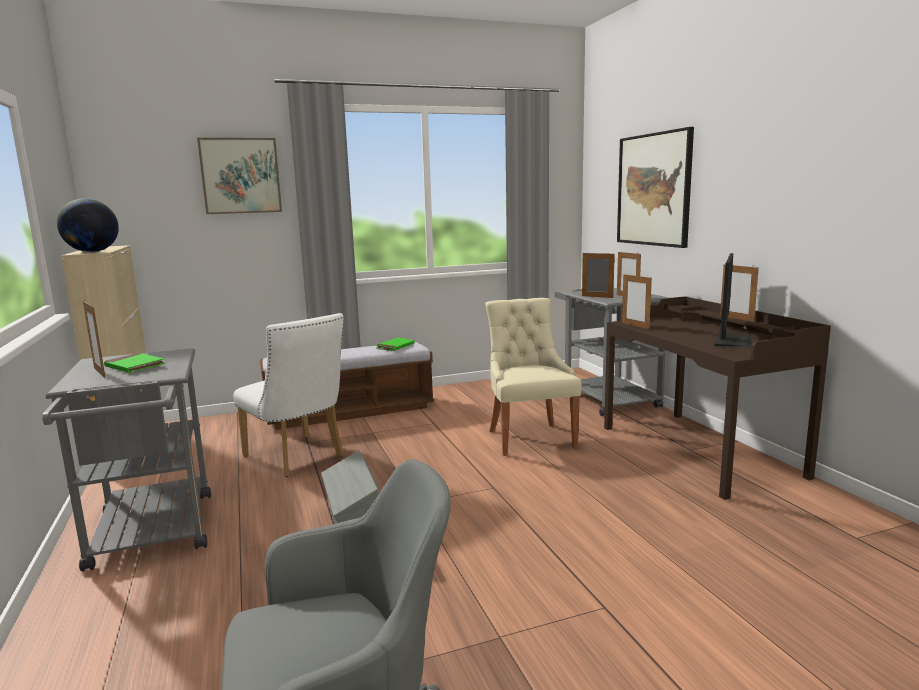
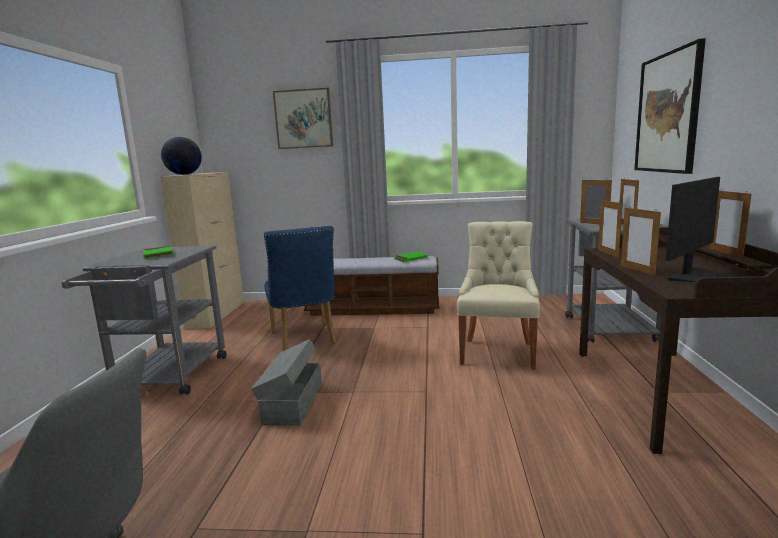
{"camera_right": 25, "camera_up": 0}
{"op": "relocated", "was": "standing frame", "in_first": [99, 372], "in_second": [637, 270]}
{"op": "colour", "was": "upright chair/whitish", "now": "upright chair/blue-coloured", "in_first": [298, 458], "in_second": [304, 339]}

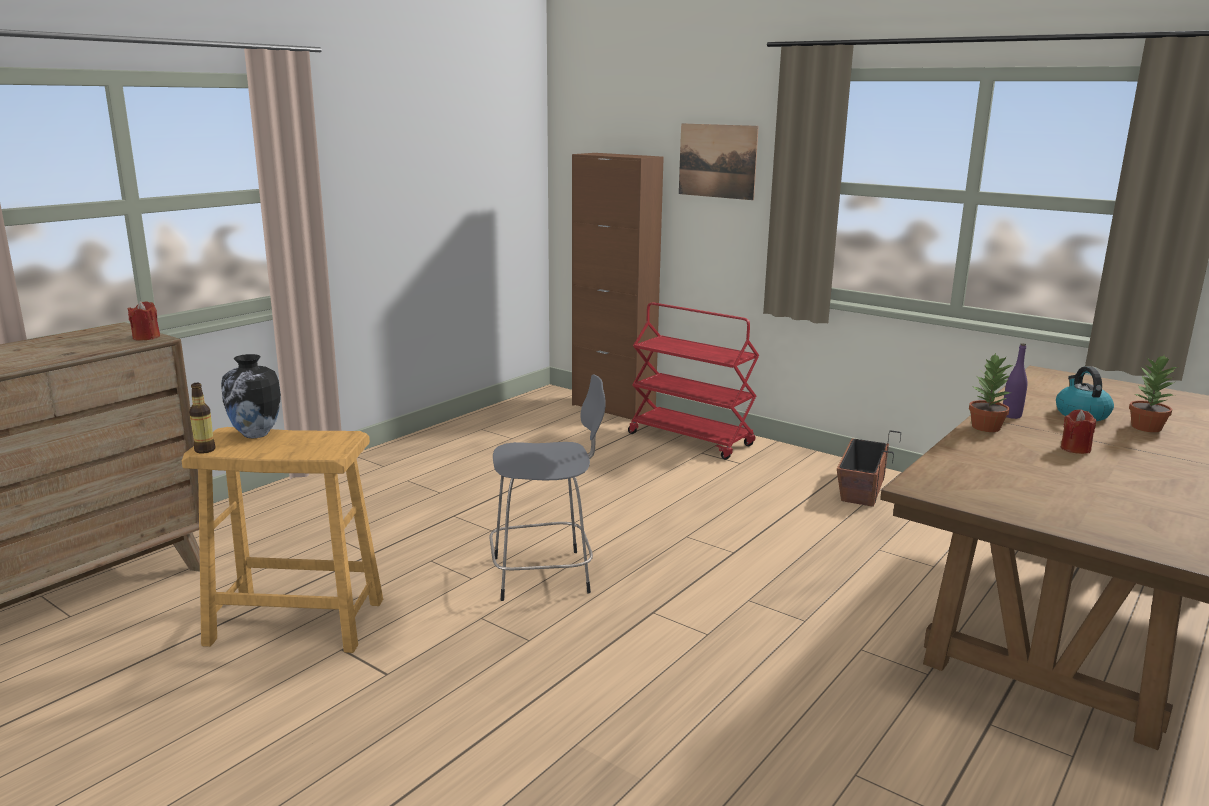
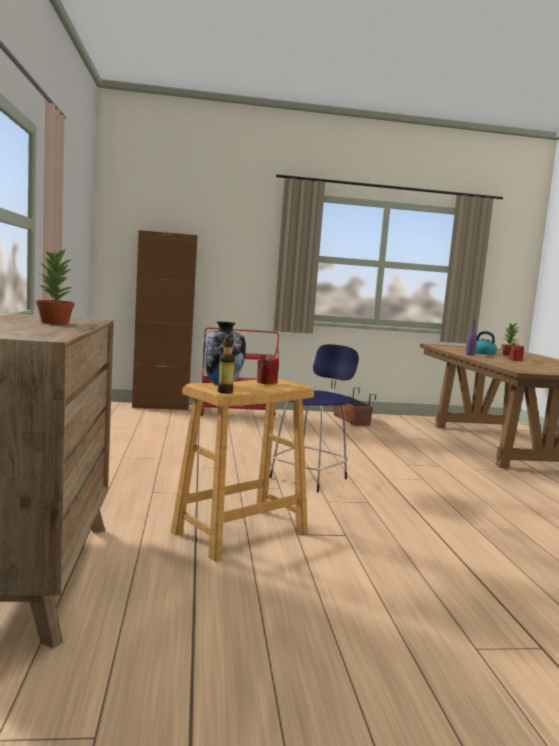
{"camera_right": -45, "camera_up": -10}
{"op": "relocated", "was": "candle/red-coloured", "in_first": [146, 337], "in_second": [266, 382]}
{"op": "colour", "was": "stool/greyish", "now": "stool/blue-coloured", "in_first": [545, 574], "in_second": [310, 477]}
{"op": "missing", "was": "wall art", "in_first": [717, 161]}
{"op": "relocated", "was": "potted plant", "in_first": [985, 427], "in_second": [54, 323]}

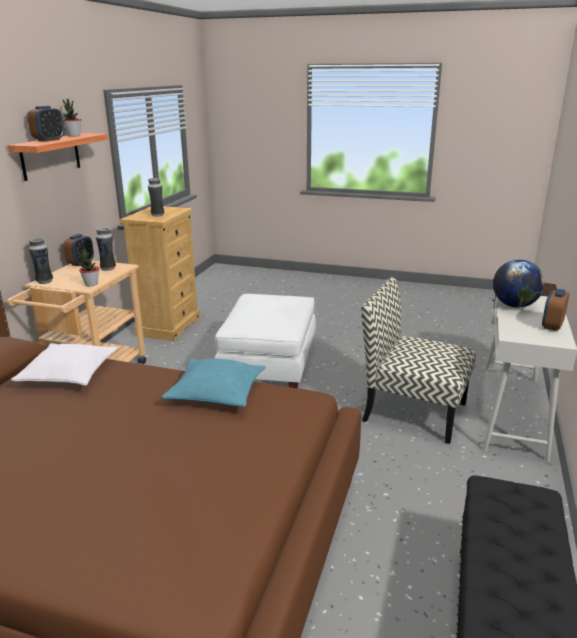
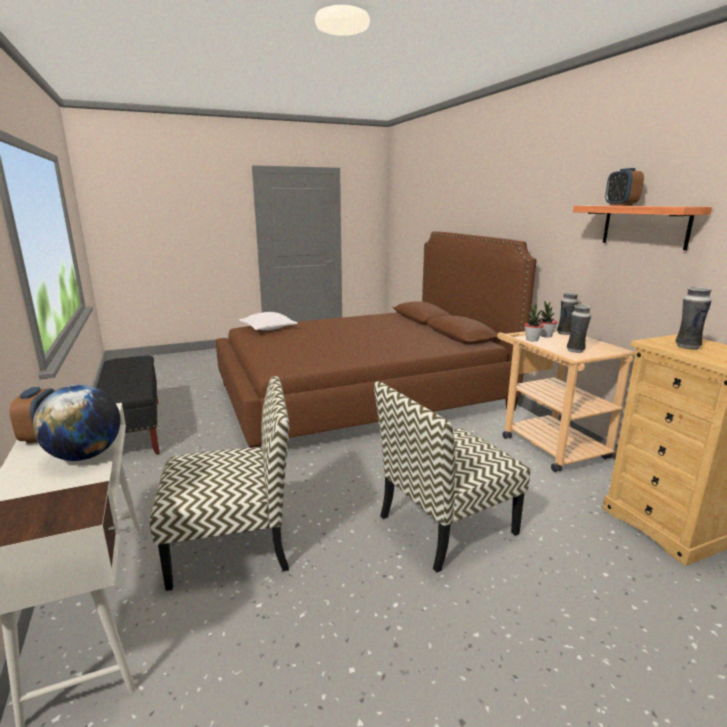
{"camera_right": 140, "camera_up": -5}
{"op": "relocated", "was": "throw pillow/whitish", "in_first": [69, 373], "in_second": [268, 328]}
{"op": "relocated", "was": "potted plant", "in_first": [74, 135], "in_second": [545, 336]}
{"op": "missing", "was": "bedside clock", "in_first": [81, 263]}
{"op": "missing", "was": "throw pillow/turquoise-coloured", "in_first": [216, 392]}
{"op": "exchanged", "was": "pouffe/whitish", "now": "upright chair", "in_first": [270, 368], "in_second": [446, 526]}

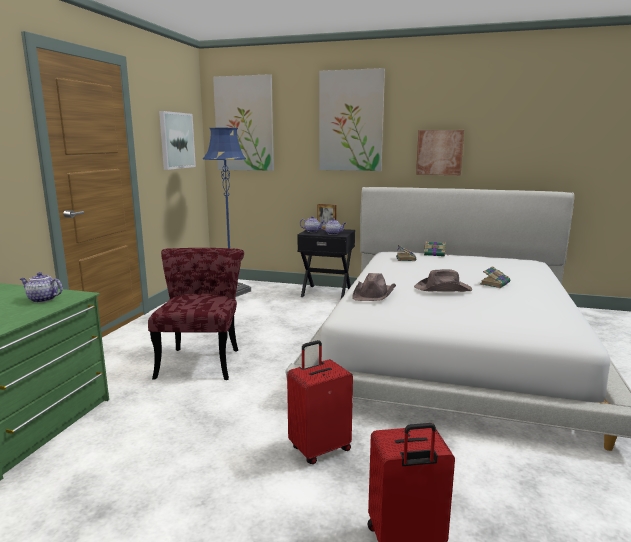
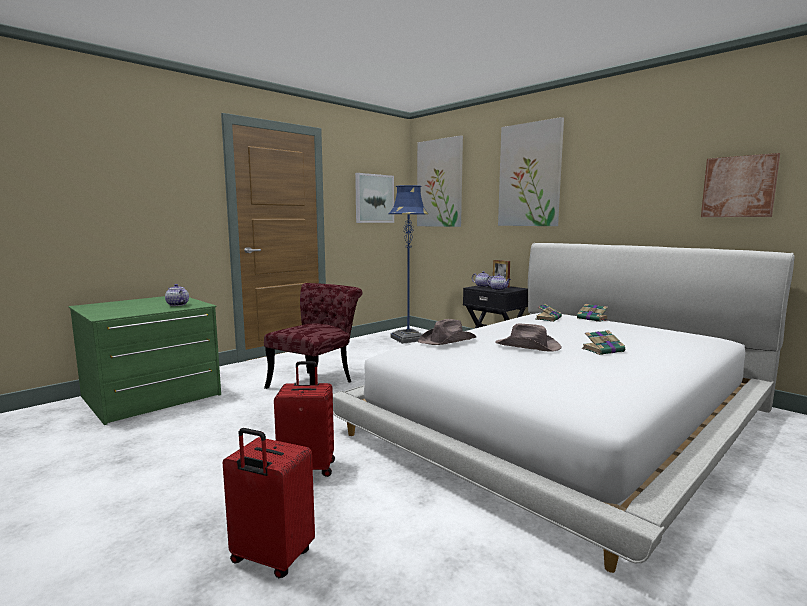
{"camera_right": 30, "camera_up": -5}
{"op": "relocated", "was": "wall art", "in_first": [439, 152], "in_second": [739, 187]}

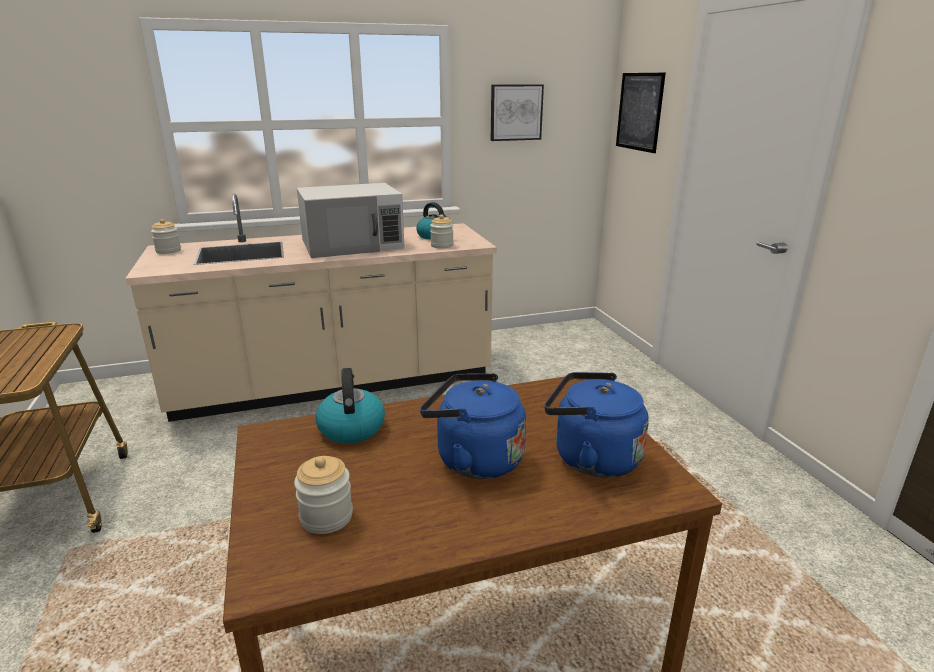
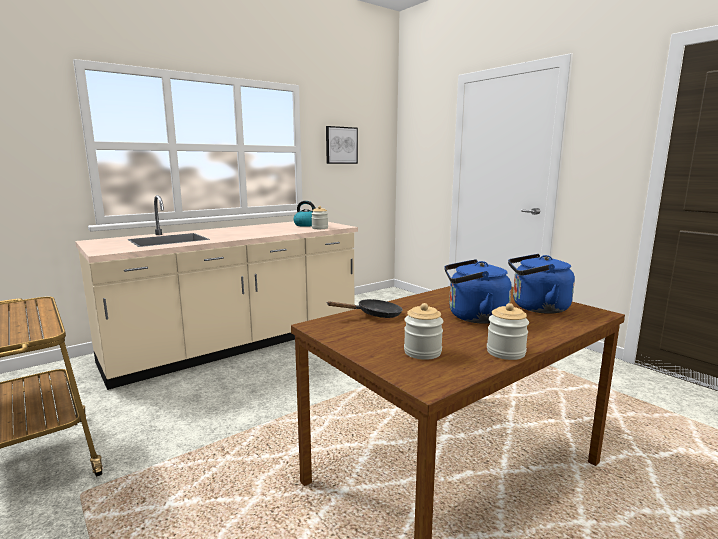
{"camera_right": -20, "camera_up": -10}
{"op": "relocated", "was": "preserve jar", "in_first": [168, 251], "in_second": [505, 352]}
{"op": "missing", "was": "microwave/whitish", "in_first": [353, 244]}
{"op": "exchanged", "was": "kettle", "now": "skillet/blackish", "in_first": [351, 428], "in_second": [374, 315]}
{"op": "missing", "was": "wall art", "in_first": [639, 112]}

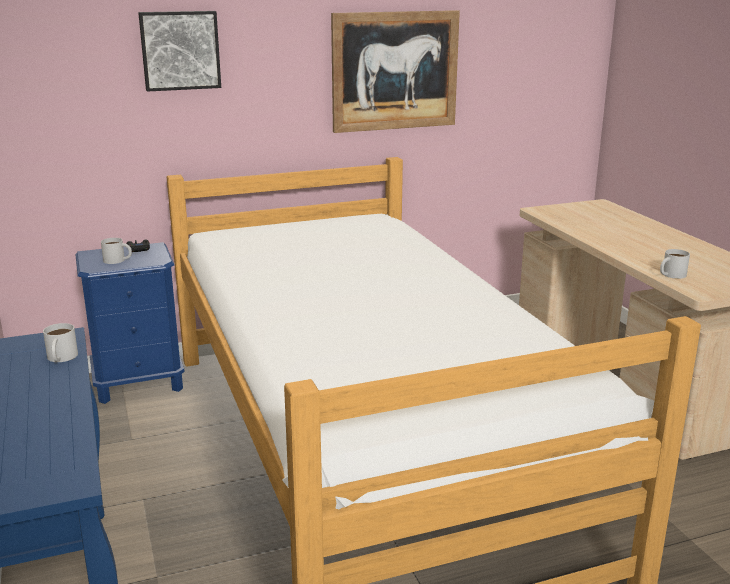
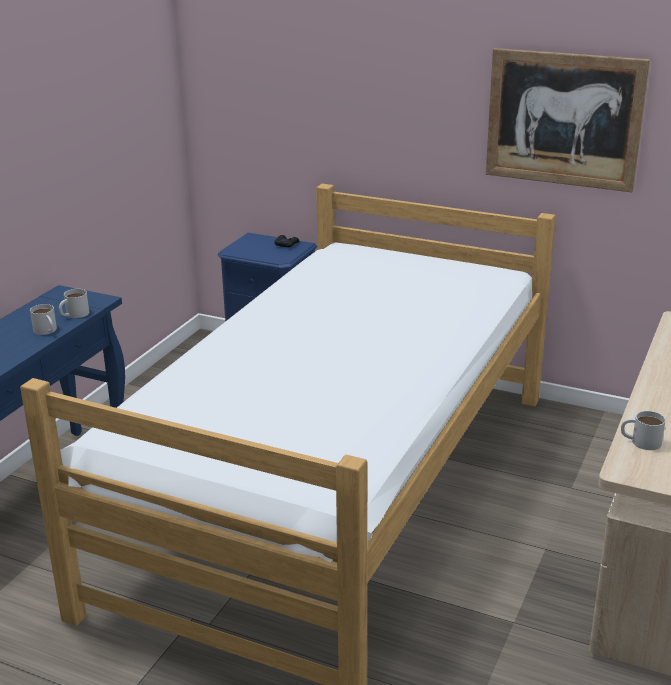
{"camera_right": 45, "camera_up": 5}
{"op": "relocated", "was": "tea mug/whitish", "in_first": [118, 260], "in_second": [47, 331]}
{"op": "missing", "was": "wall art", "in_first": [180, 50]}

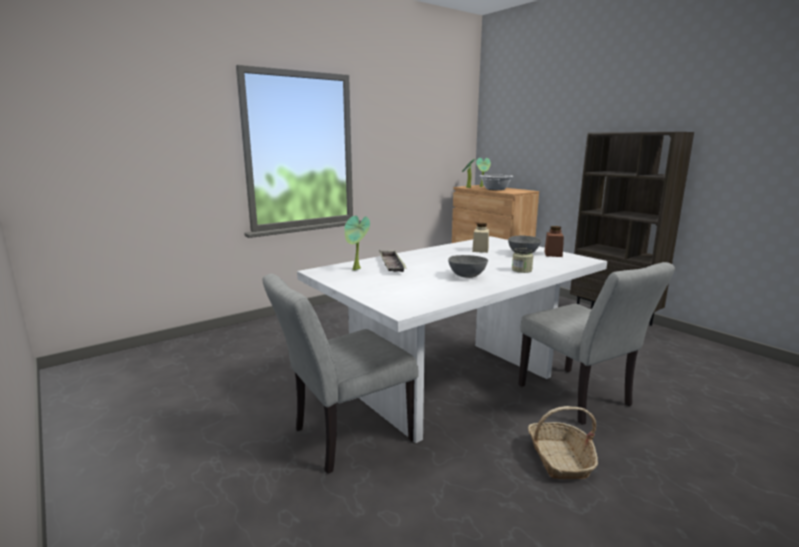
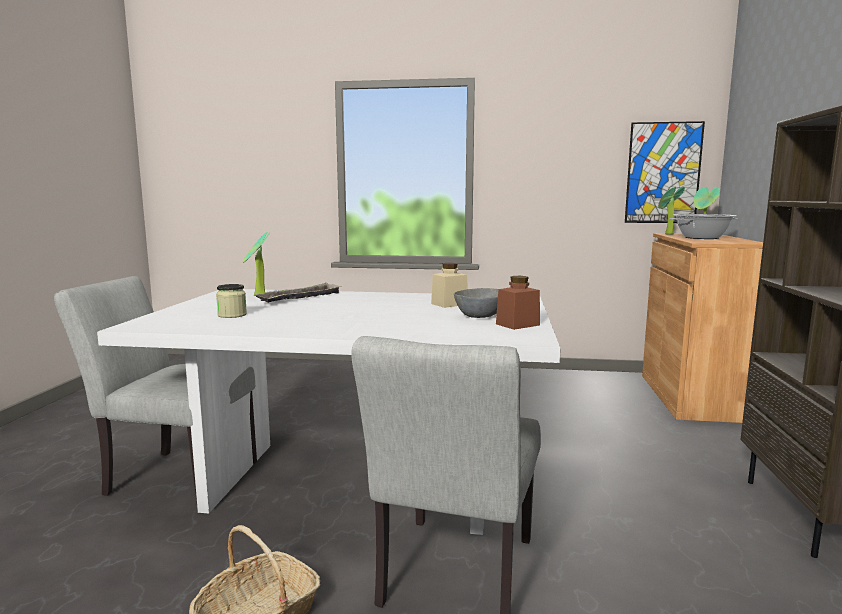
{"camera_right": 45, "camera_up": -5}
{"op": "missing", "was": "serving bowl/greyish", "in_first": [467, 276]}
{"op": "relocated", "was": "preserve jar", "in_first": [521, 270], "in_second": [232, 315]}
{"op": "appeared", "now": "wall art", "in_second": [663, 173]}

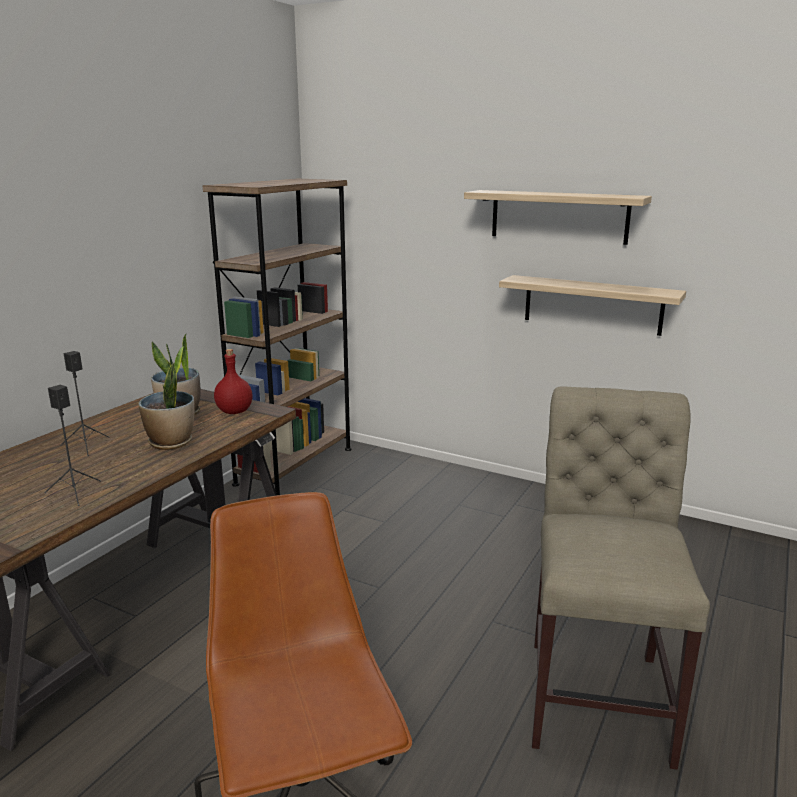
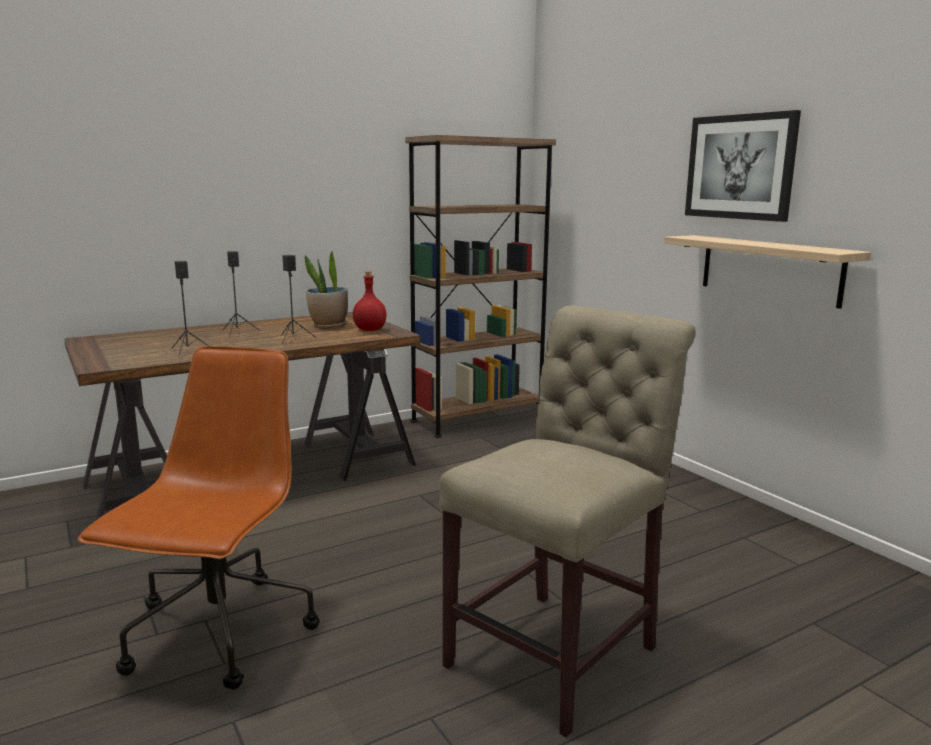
{"camera_right": 30, "camera_up": -5}
{"op": "exchanged", "was": "potted plant", "now": "loudspeaker/blackish", "in_first": [171, 442], "in_second": [293, 338]}
{"op": "exchanged", "was": "shelf", "now": "wall art", "in_first": [558, 216], "in_second": [740, 167]}

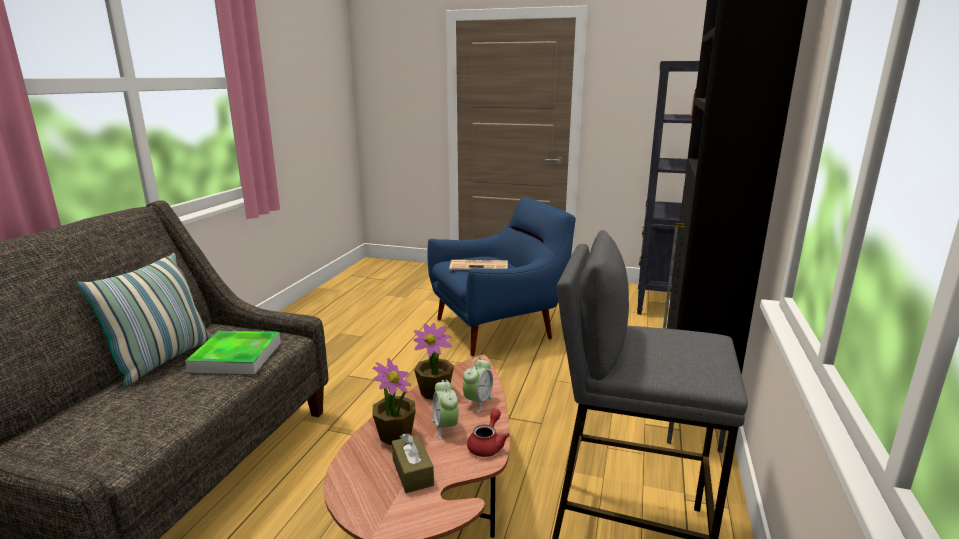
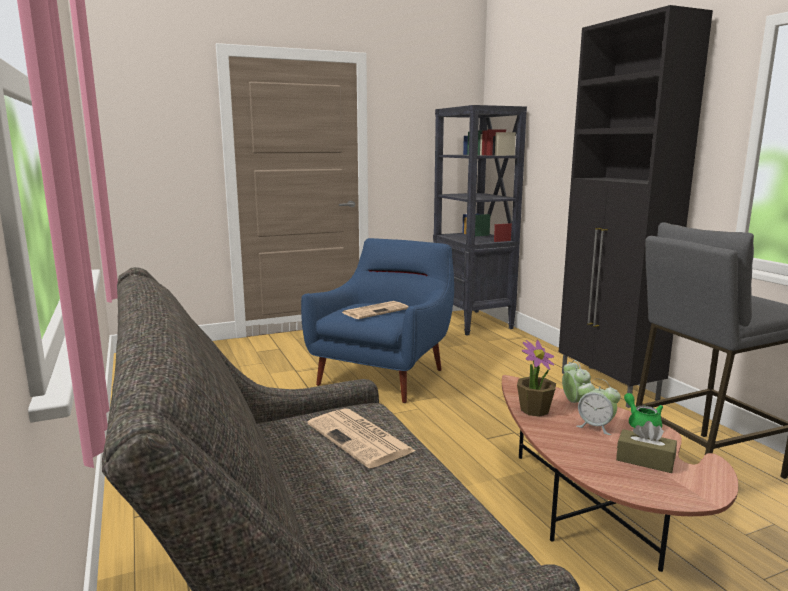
{"camera_right": -40, "camera_up": -5}
{"op": "missing", "was": "throw pillow", "in_first": [163, 360]}
{"op": "exchanged", "was": "tray", "now": "printed paper", "in_first": [236, 357], "in_second": [361, 438]}
{"op": "missing", "was": "potted plant", "in_first": [395, 435]}
{"op": "colour", "was": "pot for tea/red-coloured", "now": "pot for tea/green", "in_first": [487, 445], "in_second": [642, 424]}

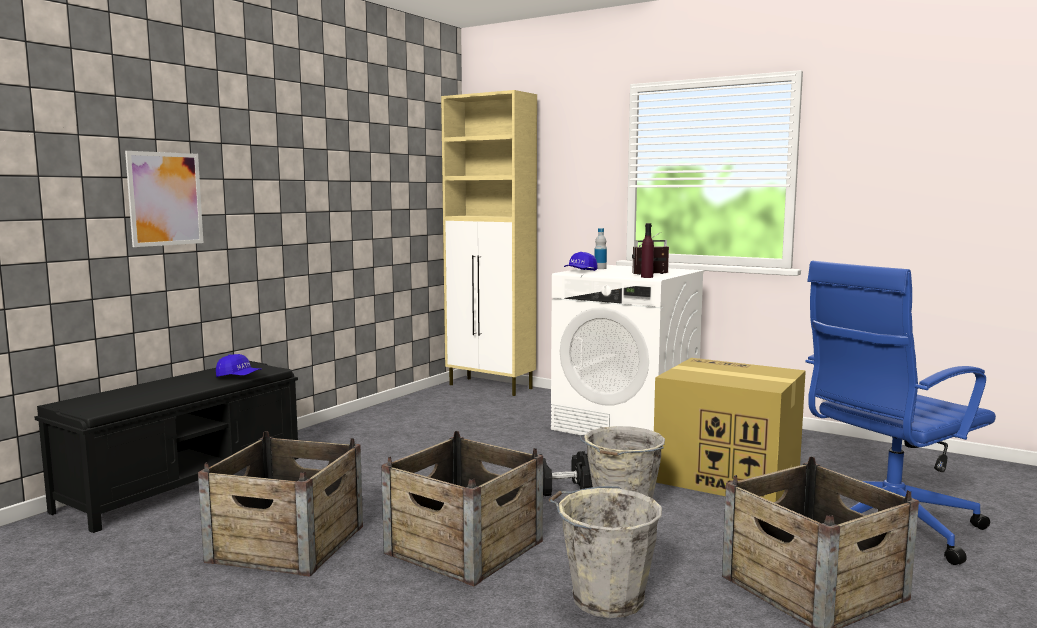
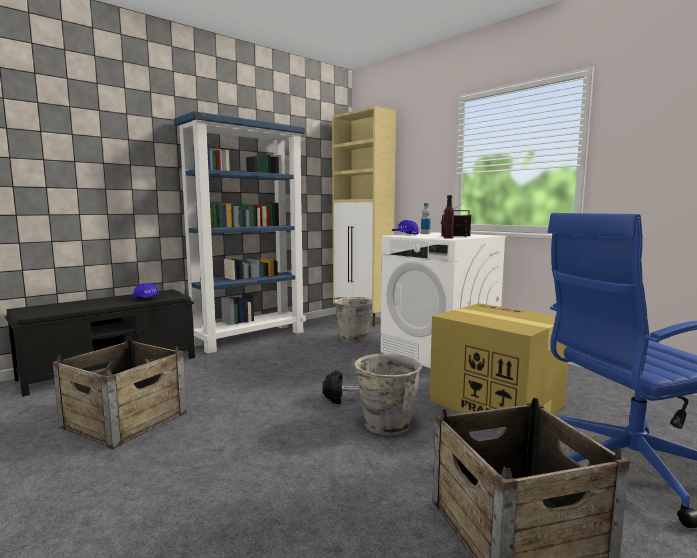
{"camera_right": 15, "camera_up": 0}
{"op": "missing", "was": "wall art", "in_first": [165, 199]}
{"op": "missing", "was": "crate", "in_first": [465, 547]}
{"op": "relocated", "was": "pail/greyish", "in_first": [605, 598], "in_second": [352, 338]}
{"op": "appeared", "now": "bookshelf/blue-coloured", "in_second": [250, 338]}

